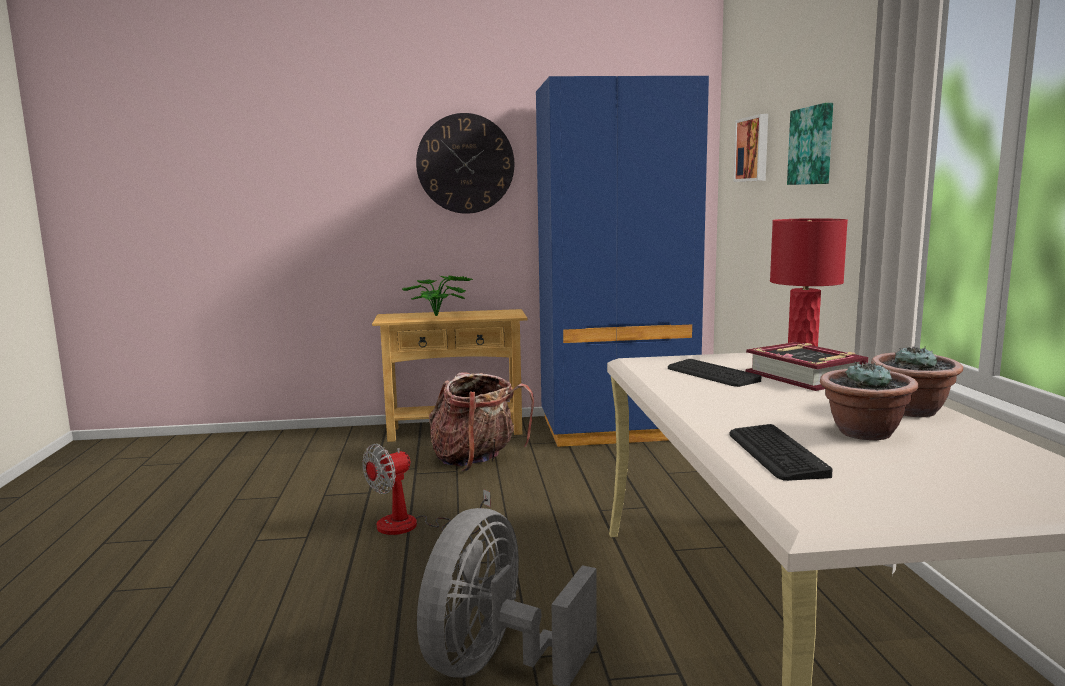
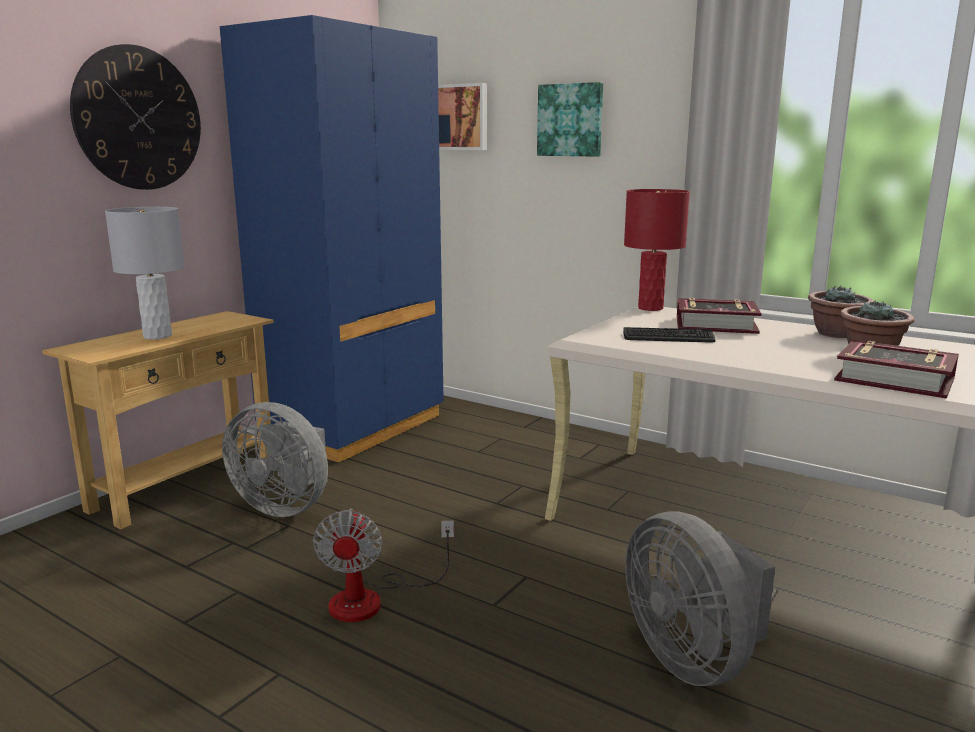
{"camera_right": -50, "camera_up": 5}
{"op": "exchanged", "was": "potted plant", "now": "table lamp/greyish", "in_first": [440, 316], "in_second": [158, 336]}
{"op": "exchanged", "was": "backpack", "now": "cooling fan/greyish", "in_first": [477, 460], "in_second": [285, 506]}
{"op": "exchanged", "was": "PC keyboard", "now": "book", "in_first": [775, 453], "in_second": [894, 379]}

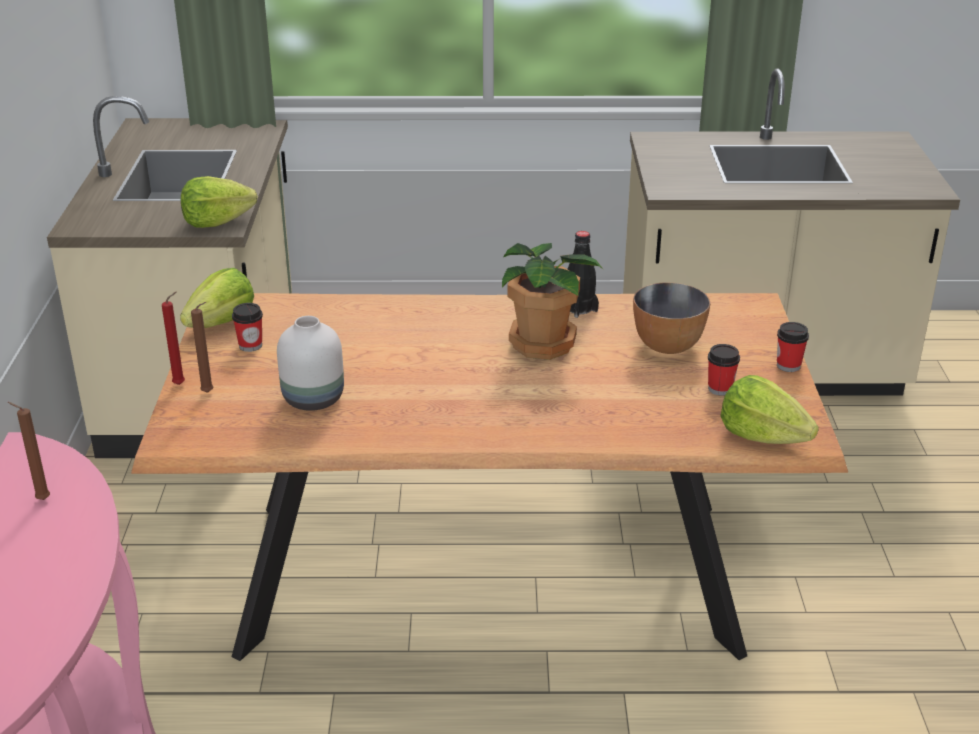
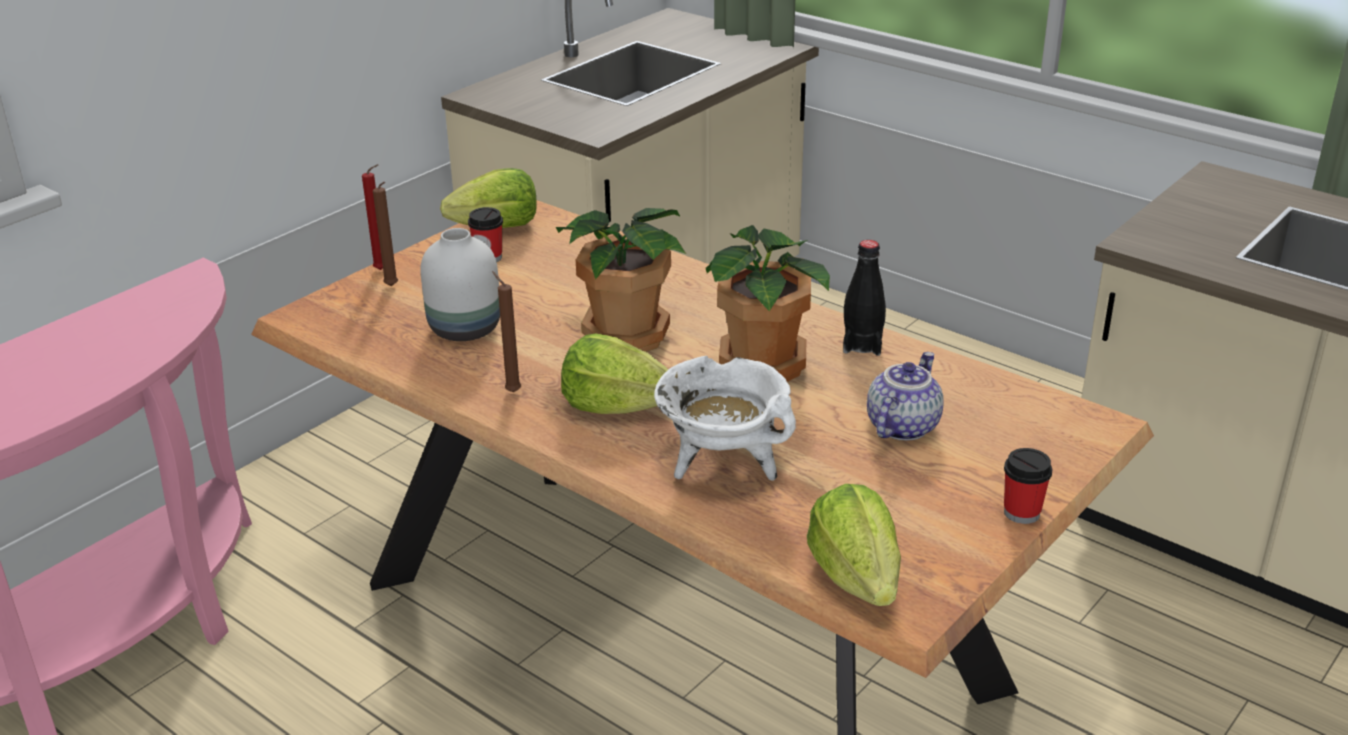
{"camera_right": 40, "camera_up": 0}
{"op": "relocated", "was": "candle/brownish", "in_first": [41, 499], "in_second": [511, 391]}
{"op": "relocated", "was": "lettuce", "in_first": [216, 222], "in_second": [616, 406]}
{"op": "exchanged", "was": "serving bowl", "now": "pot for tea", "in_first": [667, 346], "in_second": [901, 426]}
{"op": "missing", "was": "drinking cup", "in_first": [720, 389]}
{"op": "appeared", "now": "potted plant", "in_second": [625, 335]}
{"op": "appeared", "now": "stockpot/whitish", "in_second": [723, 464]}

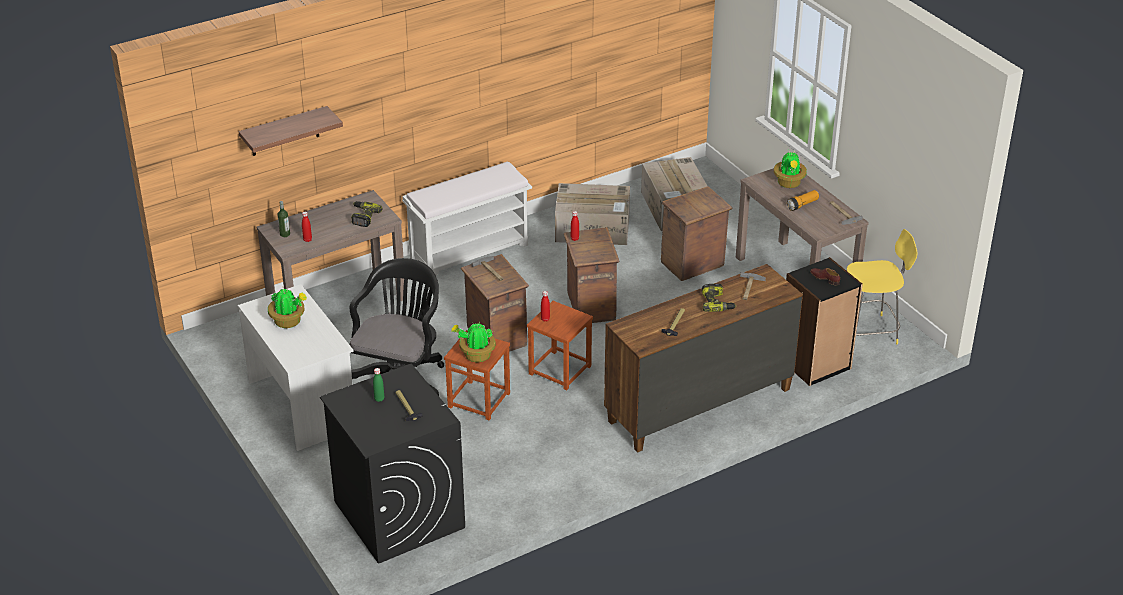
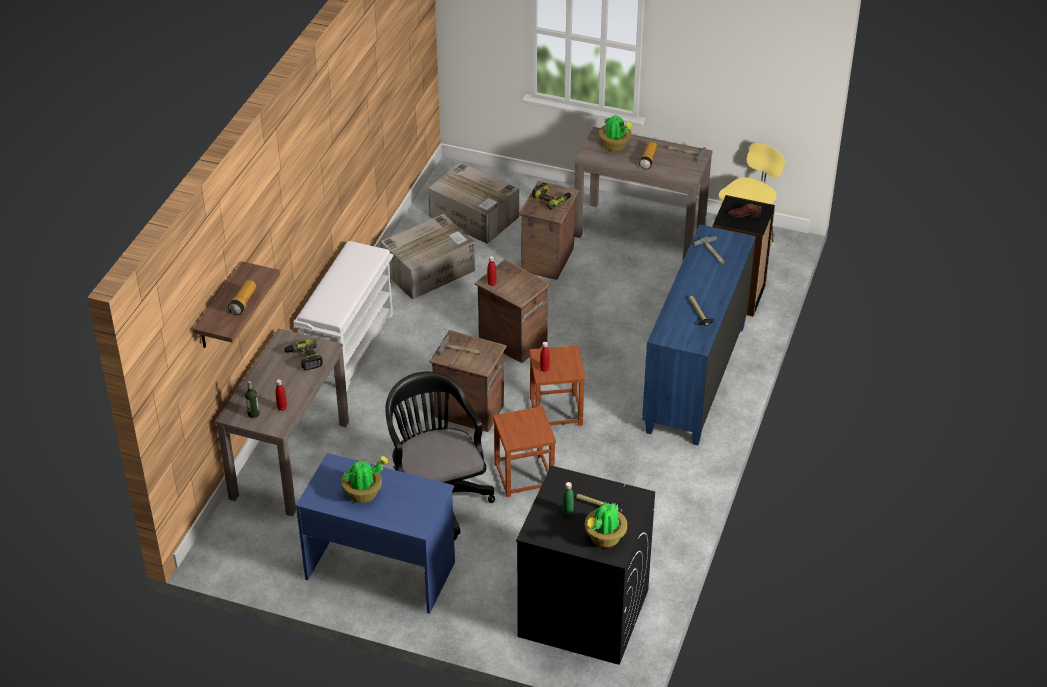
{"camera_right": -40, "camera_up": 5}
{"op": "colour", "was": "desk/whitish", "now": "desk/blue-coloured", "in_first": [303, 404], "in_second": [380, 569]}
{"op": "relocated", "was": "potted plant", "in_first": [476, 355], "in_second": [604, 538]}
{"op": "colour", "was": "chest of drawers/brownish", "now": "chest of drawers/blue-coloured", "in_first": [698, 405], "in_second": [694, 379]}
{"op": "relocated", "was": "power drill", "in_first": [717, 303], "in_second": [551, 199]}
{"op": "appeared", "now": "hand torch", "in_second": [243, 302]}

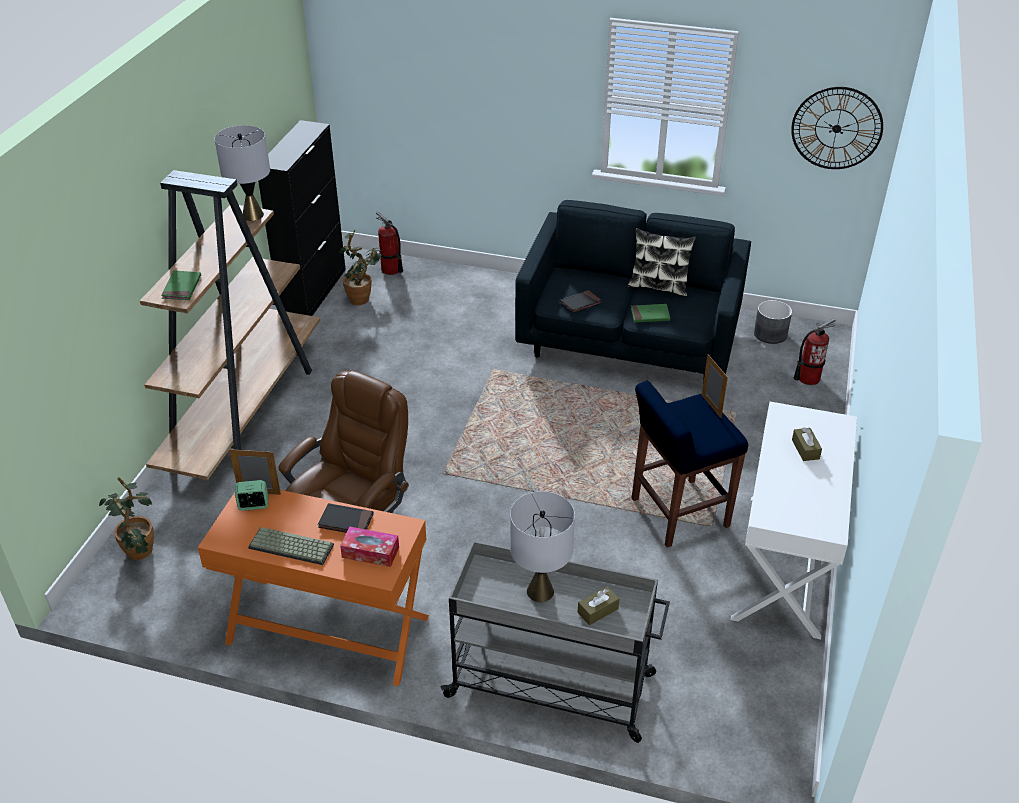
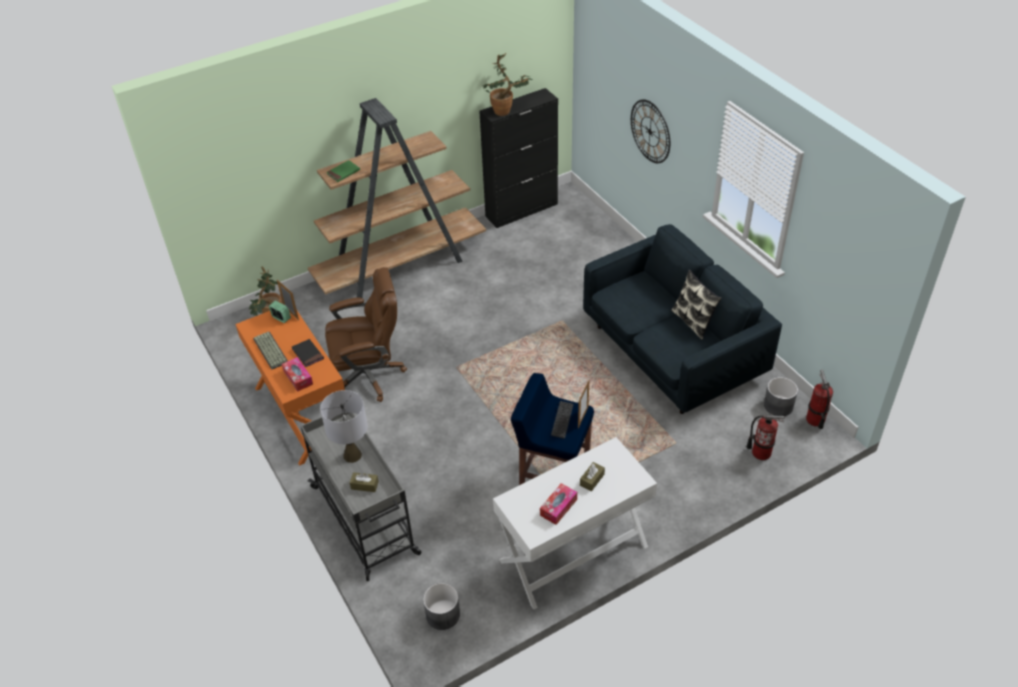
{"camera_right": 45, "camera_up": 5}
{"op": "missing", "was": "table lamp/greyish", "in_first": [253, 215]}
{"op": "relocated", "was": "potted plant", "in_first": [363, 297], "in_second": [506, 111]}
{"op": "relocated", "was": "fire extinguisher", "in_first": [391, 270], "in_second": [815, 420]}
{"op": "missing", "was": "book/blackish", "in_first": [580, 303]}
{"op": "missing", "was": "book/green", "in_first": [650, 315]}
{"op": "relocated", "was": "hanging clock", "in_first": [836, 128], "in_second": [650, 131]}
{"op": "appeared", "now": "plant pot/greyish", "in_second": [442, 614]}
{"op": "appeared", "now": "tissue box", "in_second": [558, 507]}
{"op": "appeared", "now": "PC keyboard", "in_second": [562, 420]}

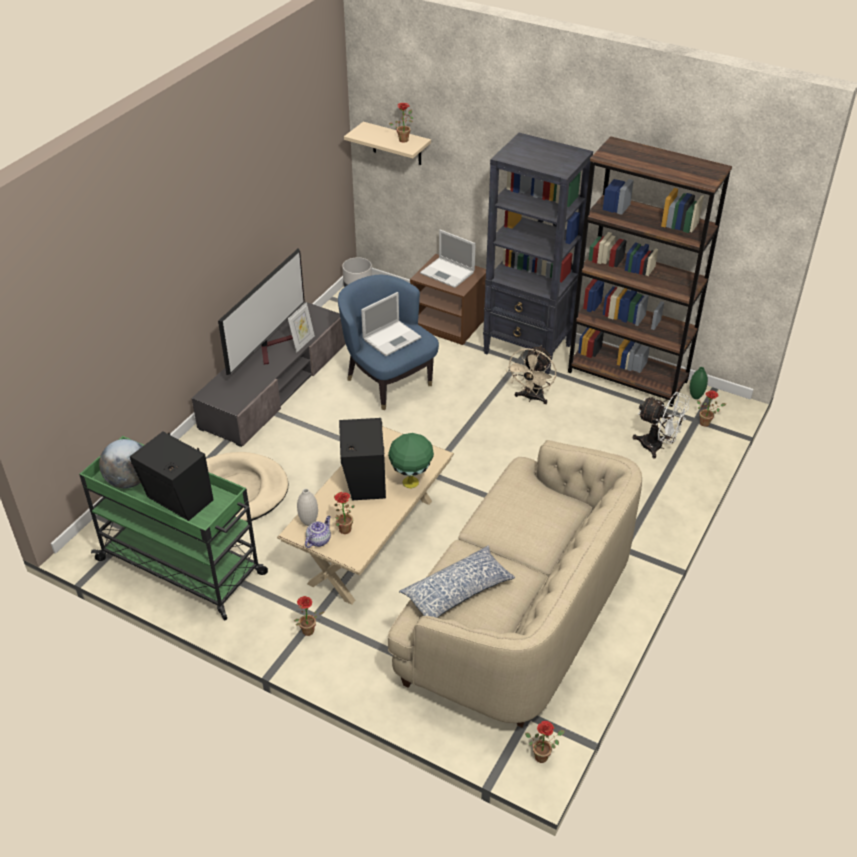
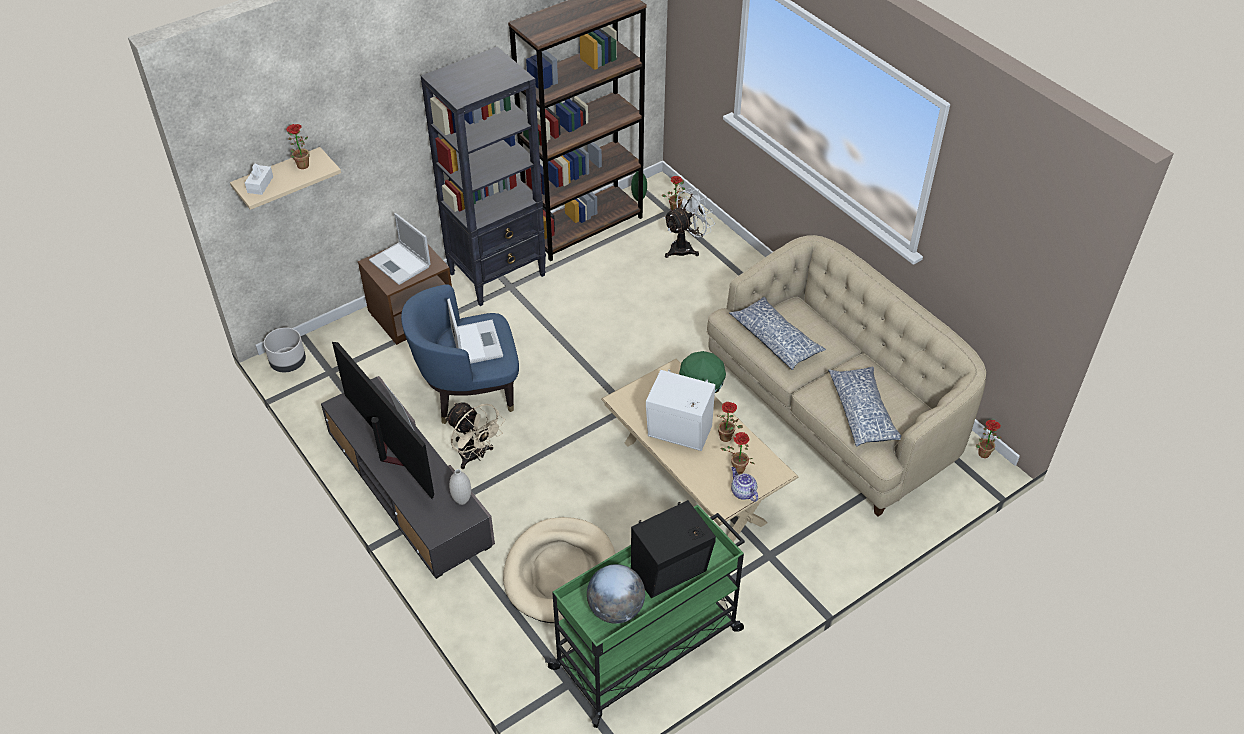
{"camera_right": -65, "camera_up": 5}
{"op": "relocated", "was": "potted plant", "in_first": [308, 633], "in_second": [728, 438]}
{"op": "relocated", "was": "decorative vase/whitish", "in_first": [309, 522], "in_second": [462, 500]}
{"op": "colour", "was": "loudspeaker/blackish", "now": "loudspeaker/whitish", "in_first": [364, 481], "in_second": [680, 433]}
{"op": "spun", "was": "notebook computer", "in_first": [448, 273], "in_second": [401, 264], "clockwise": 75}
{"op": "relocated", "was": "cooling fan/sand-coloured", "in_first": [531, 398], "in_second": [475, 456]}
{"op": "appeared", "now": "tissue box/whitish", "in_second": [260, 184]}
{"op": "appeared", "now": "throw pillow", "in_second": [776, 339]}

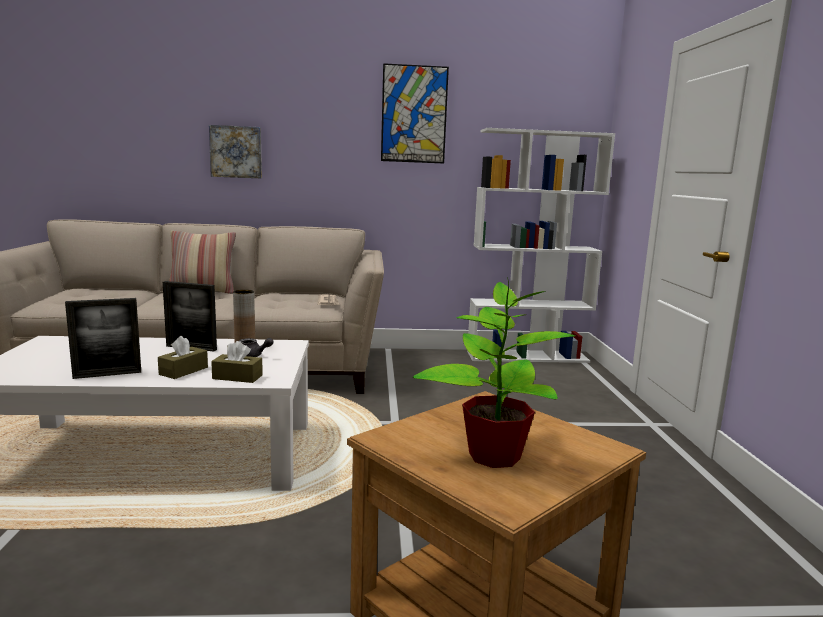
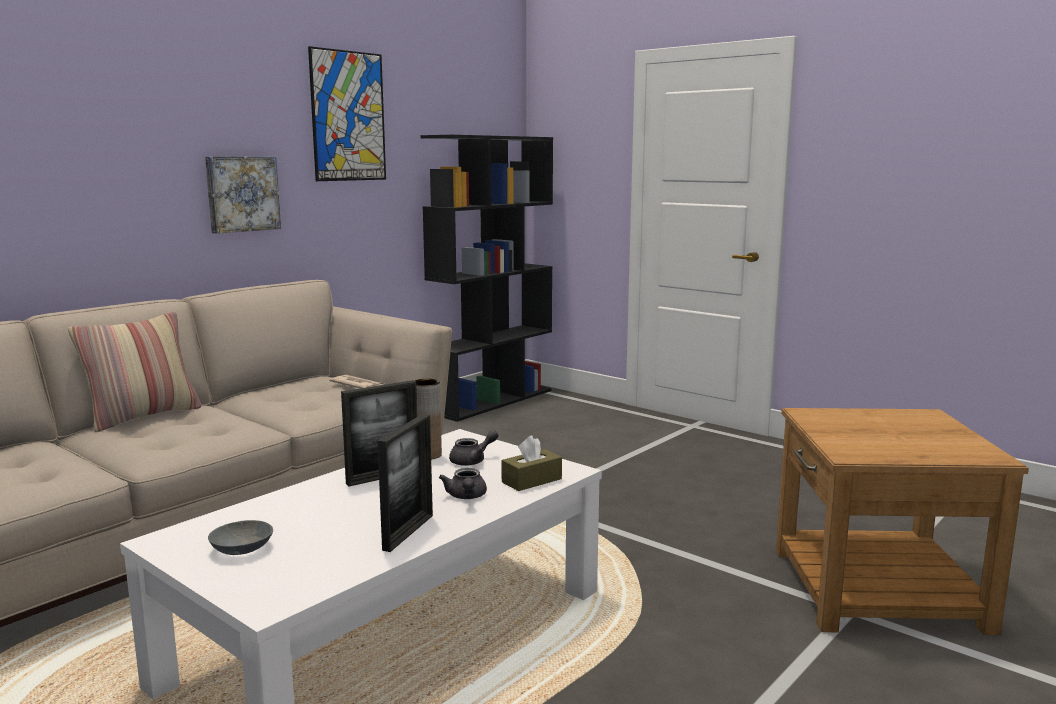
{"camera_right": -45, "camera_up": 0}
{"op": "exchanged", "was": "tissue box/brownish", "now": "pot for tea/greyish", "in_first": [183, 371], "in_second": [466, 497]}
{"op": "relocated", "was": "wall art", "in_first": [236, 152], "in_second": [242, 193]}
{"op": "missing", "was": "potted plant", "in_first": [493, 455]}
{"op": "colour", "was": "bookshelf/whitish", "now": "bookshelf/blackish", "in_first": [527, 356], "in_second": [492, 401]}
{"op": "appeared", "now": "serving bowl/greyish", "in_second": [243, 548]}

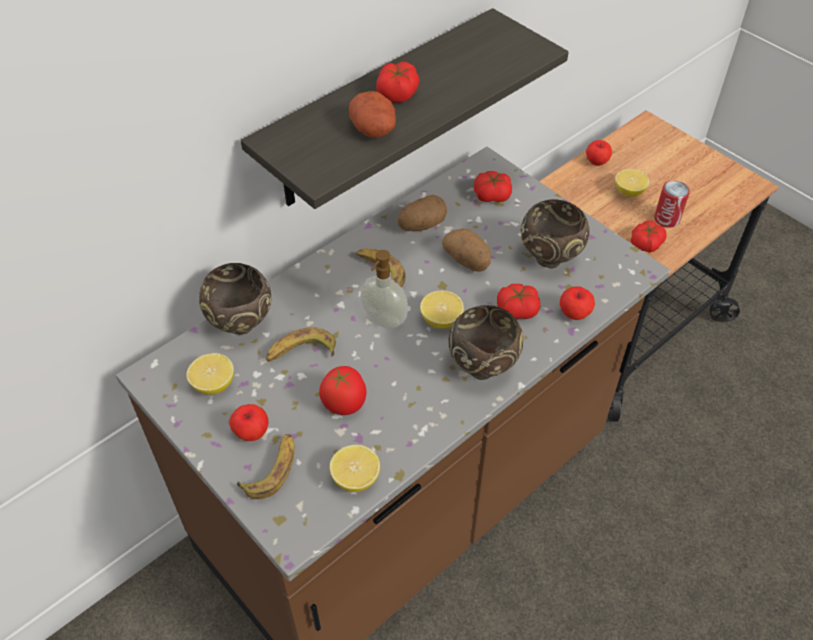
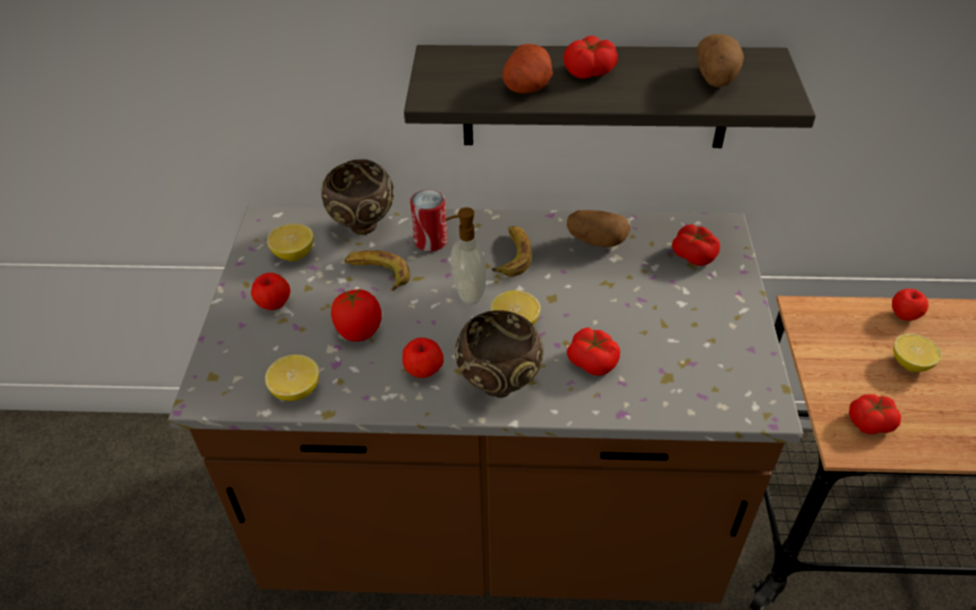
{"camera_right": 45, "camera_up": -5}
{"op": "missing", "was": "whole banana", "in_first": [272, 469]}
{"op": "relocated", "was": "whole potato", "in_first": [467, 261], "in_second": [716, 79]}
{"op": "missing", "was": "serving bowl/brownish", "in_first": [550, 259]}
{"op": "relocated", "was": "apple", "in_first": [574, 313], "in_second": [424, 370]}
{"op": "relocated", "was": "metal can", "in_first": [666, 219], "in_second": [430, 241]}

